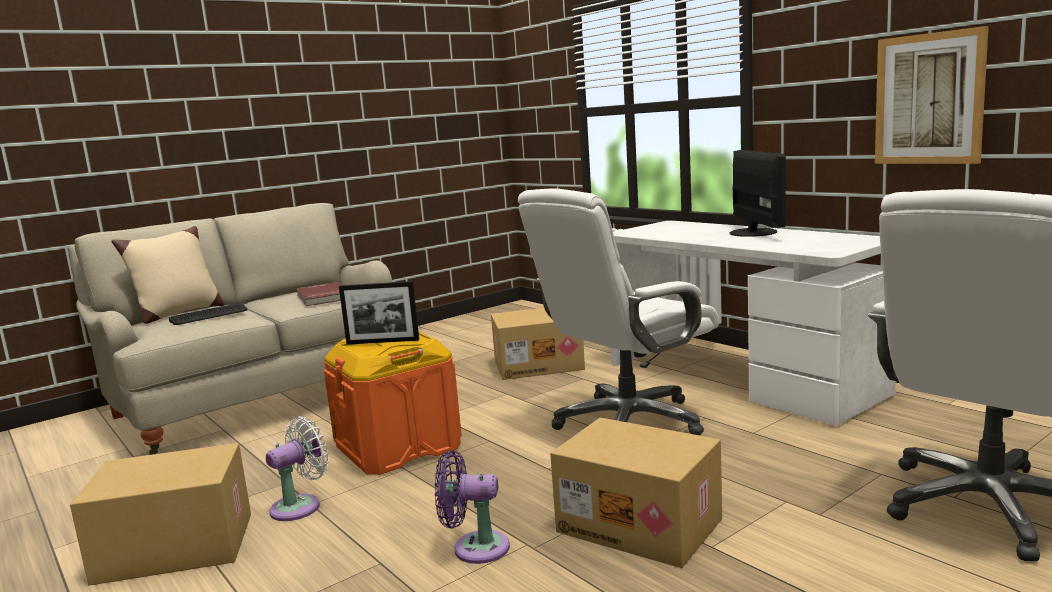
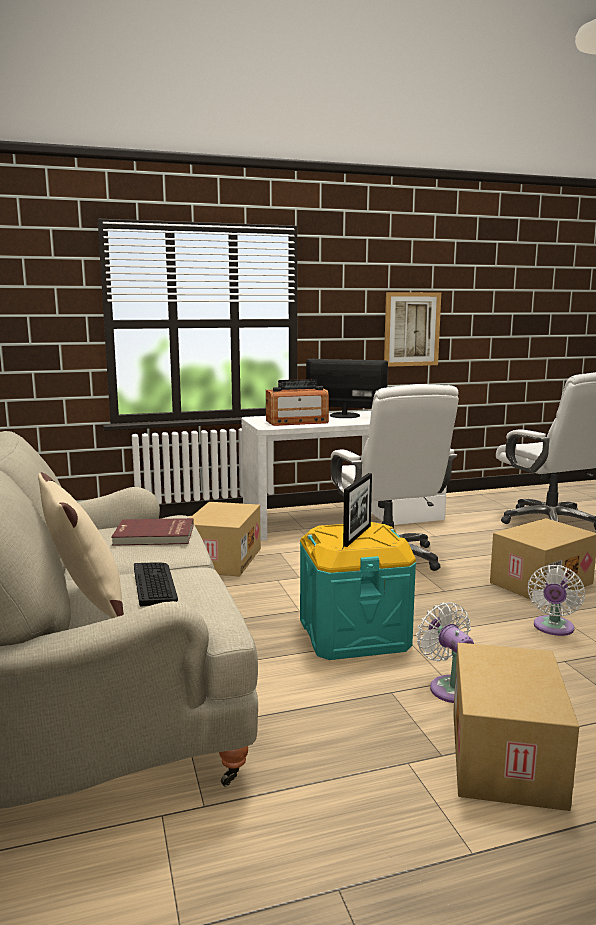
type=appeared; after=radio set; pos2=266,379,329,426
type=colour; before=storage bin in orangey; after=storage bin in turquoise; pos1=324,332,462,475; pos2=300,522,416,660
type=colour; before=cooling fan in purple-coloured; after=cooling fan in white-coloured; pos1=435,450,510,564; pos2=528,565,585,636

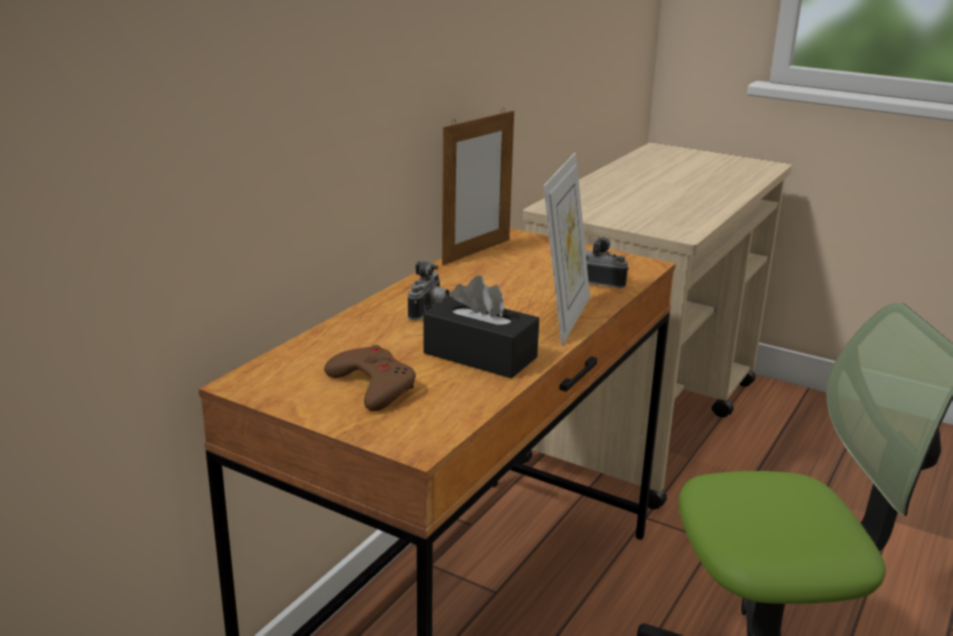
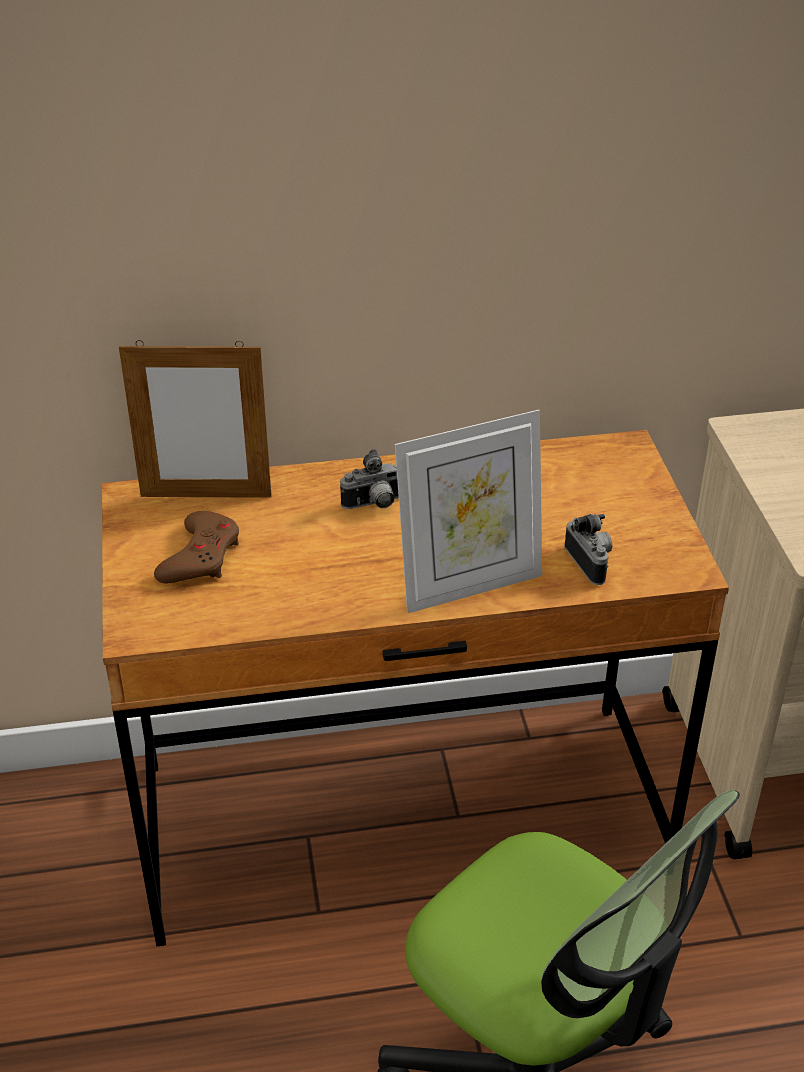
type=relocated; before=standing frame; pos1=442,108,514,265; pos2=119,340,272,498
type=missing; before=tissue holder in blackish; pos1=424,275,539,378

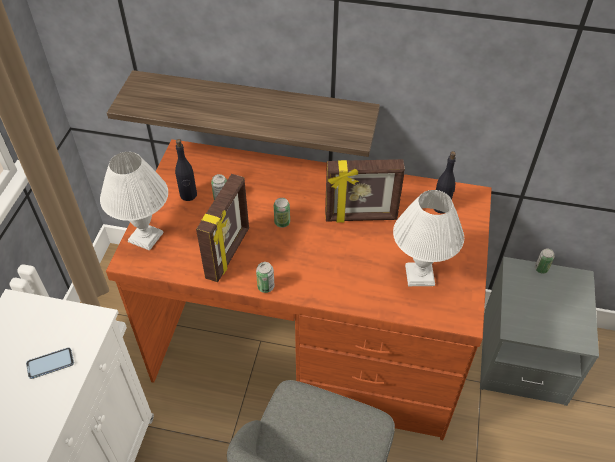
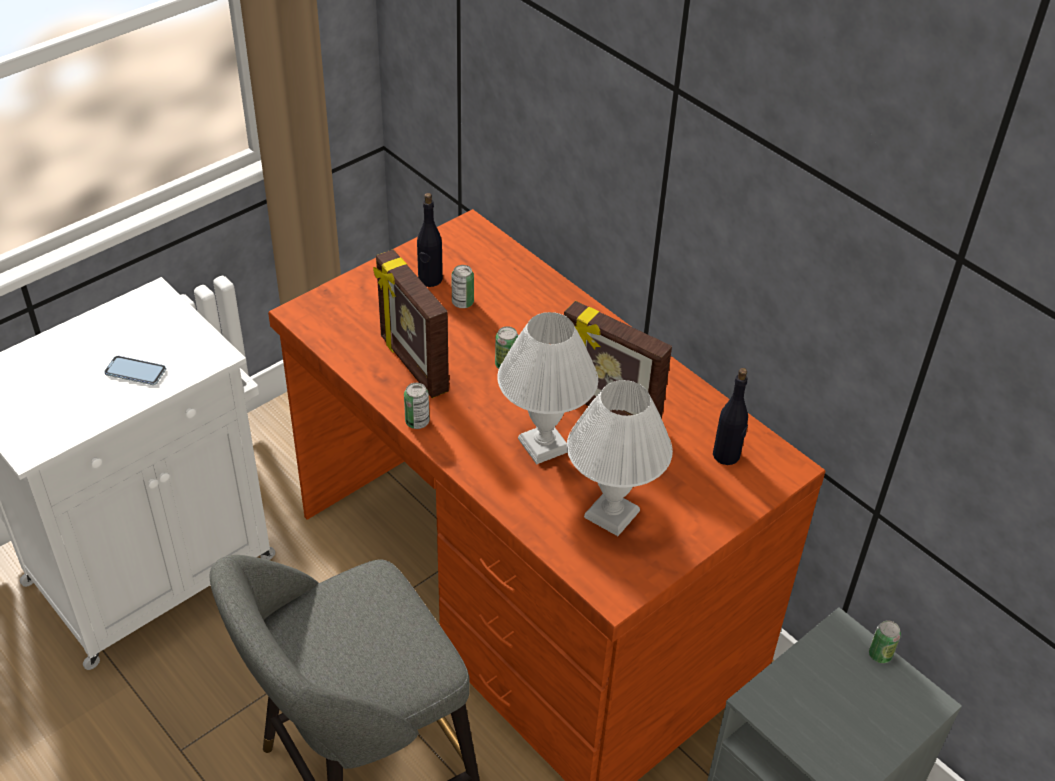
type=spun; before=standing frame; pos1=196,174,249,282; pos2=373,249,449,398; turn=90
type=relocated; before=lamp for a table in white-coloured; pos1=100,152,168,251; pos2=497,312,598,465
type=missing; before=wall shelf; pos1=107,70,380,157

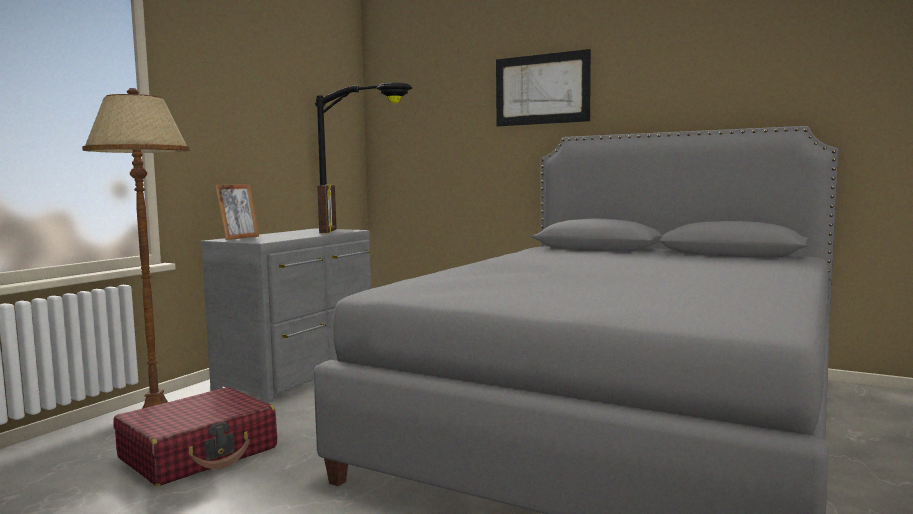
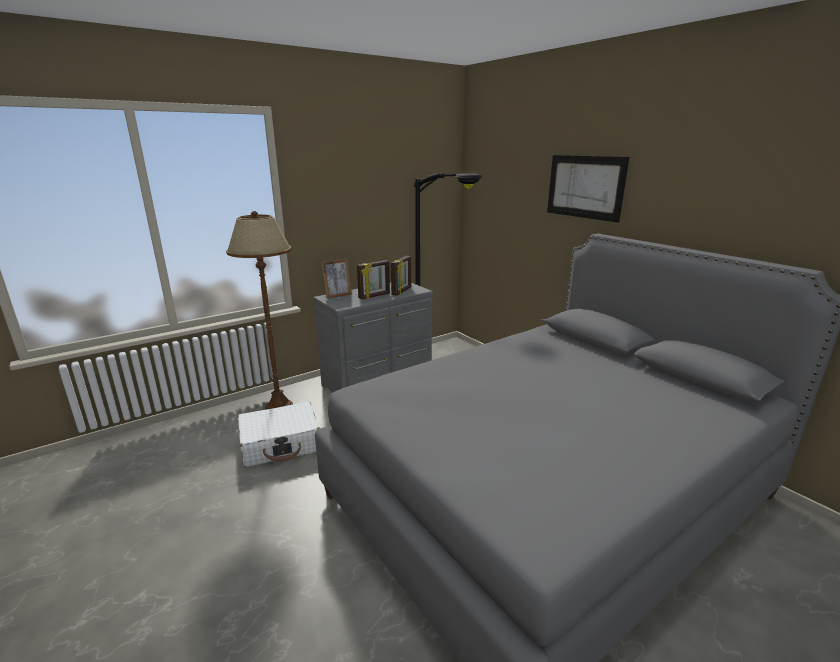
type=colour; before=suitcase in red; after=suitcase in white-coloured; pos1=113,387,277,486; pos2=238,402,320,467
type=appeared; after=standing frame; pos2=357,260,390,299

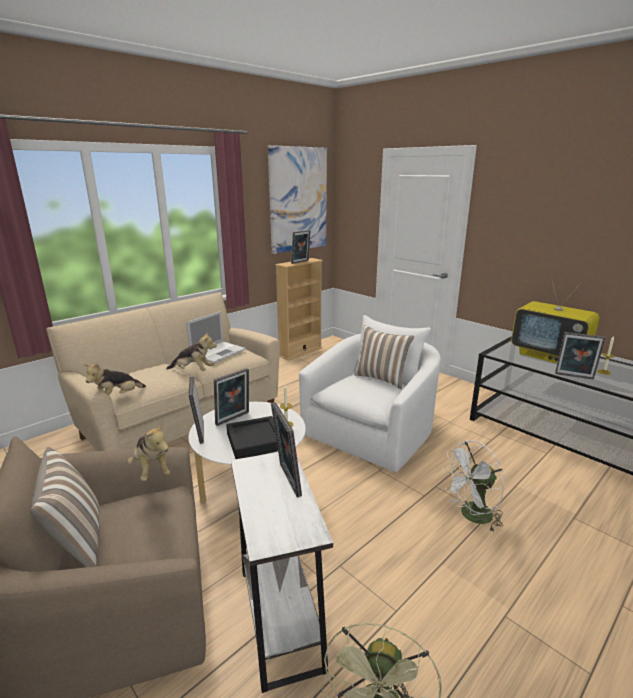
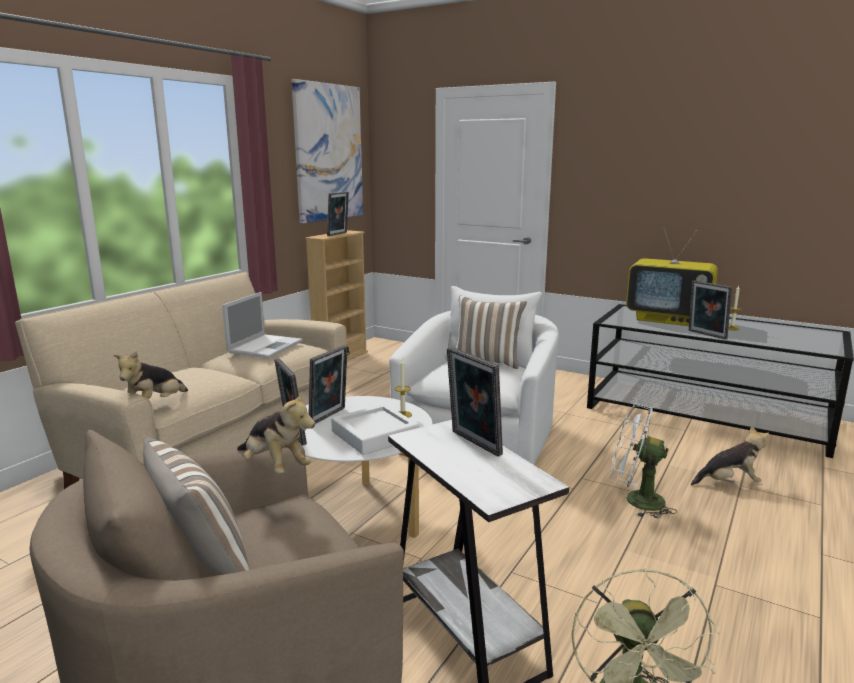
type=colour; before=serving tray in blackish; after=serving tray in white-coloured; pos1=226,416,278,459; pos2=331,404,419,455
type=spun; before=cooling fan in white-coloured; pos1=442,440,504,531; pos2=611,403,677,518; turn=60
type=spun; before=standing frame; pos1=555,332,605,380; pos2=689,280,732,339; turn=45
type=relocated; before=plush toy; pos1=167,331,217,371; pos2=691,426,769,486

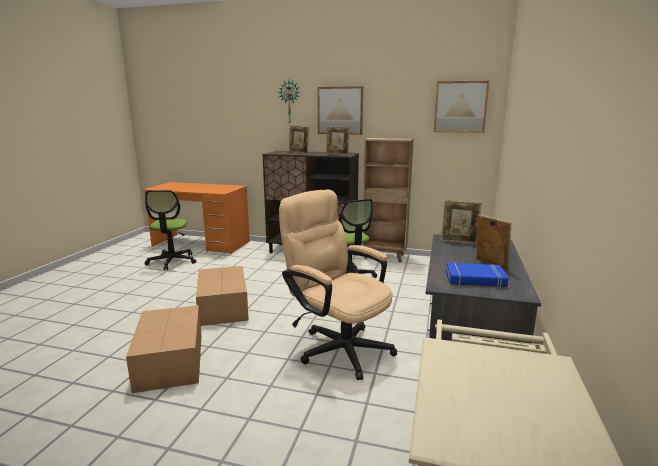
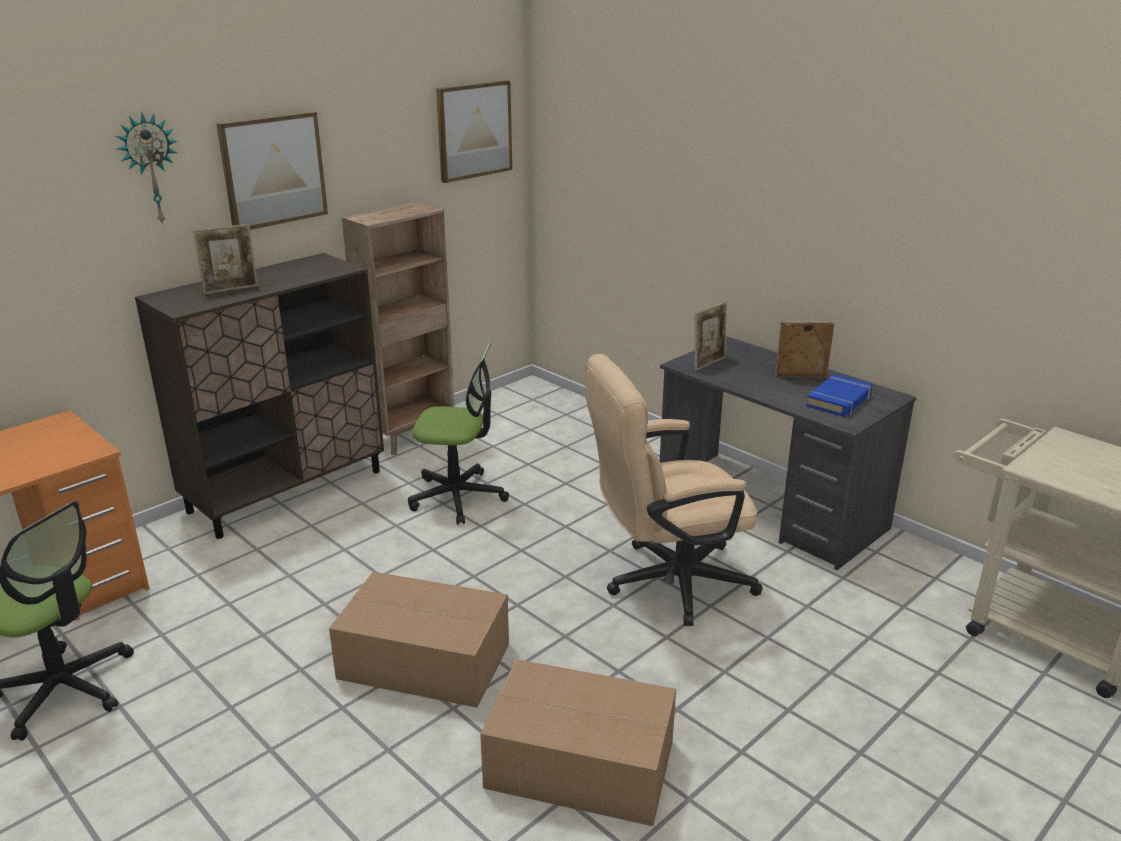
type=missing; before=standing frame; pos1=326,126,350,155

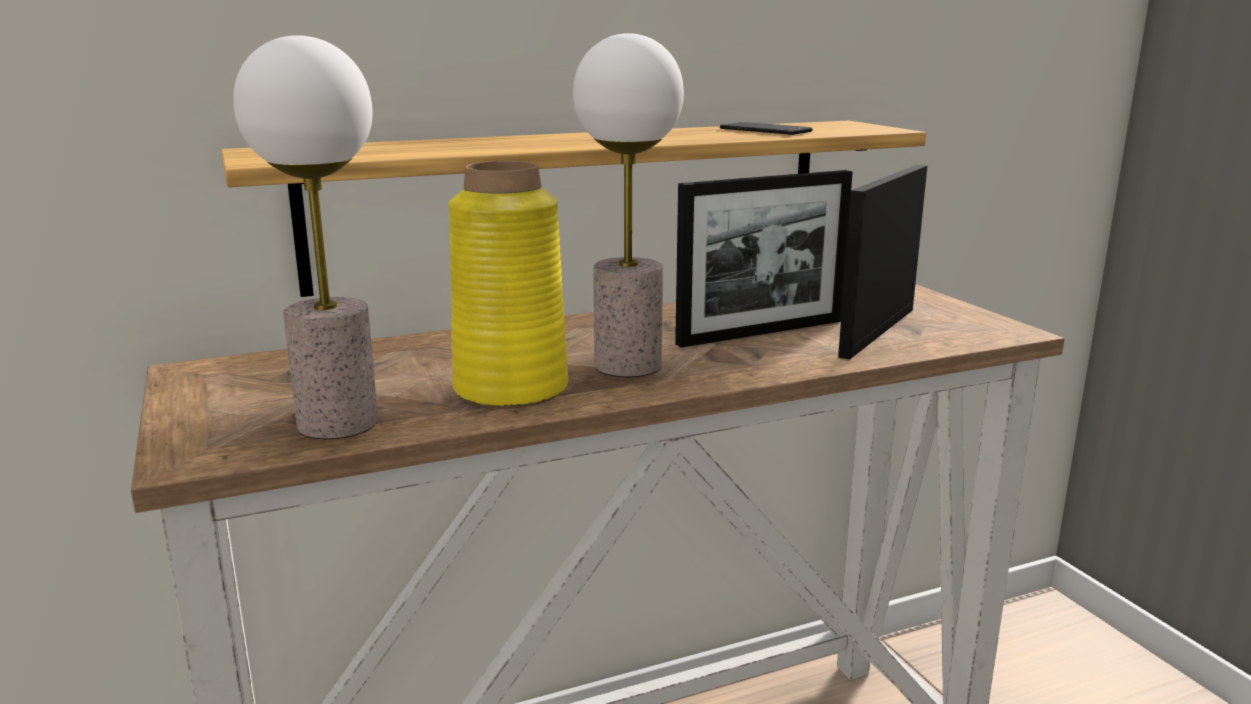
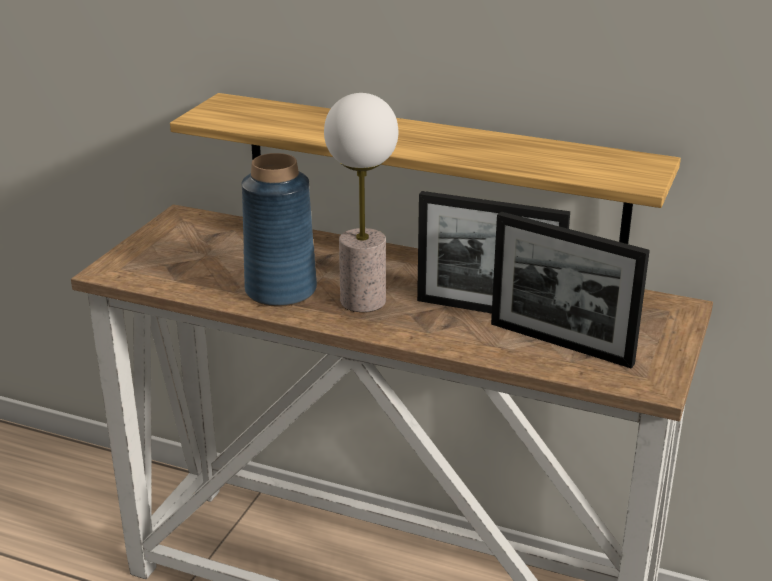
type=colour; before=vase in yellow-coloured; after=vase in blue; pos1=448,161,568,409; pos2=241,153,317,307
type=spun; before=standing frame; pos1=838,165,927,360; pos2=491,212,650,368; turn=-135
type=missing; before=lamp for a table; pos1=233,35,378,439
type=missing; before=telephone; pos1=720,122,813,135

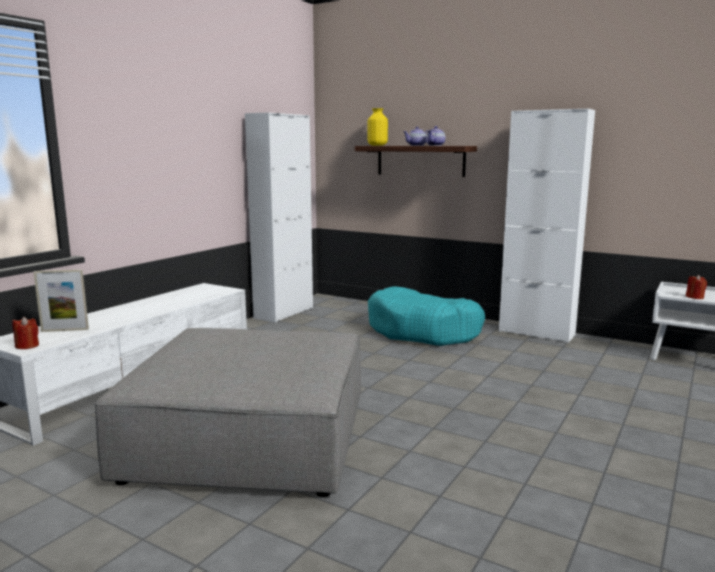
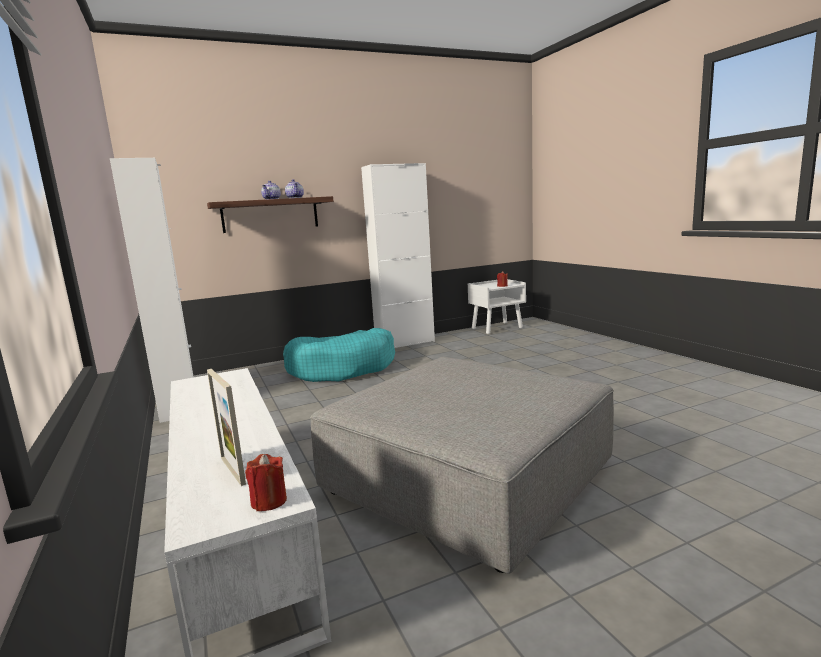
type=spun; before=standing frame; pos1=34,270,89,332; pos2=207,369,246,486; turn=120
type=missing; before=vase in yellow-coloured; pos1=367,108,388,146

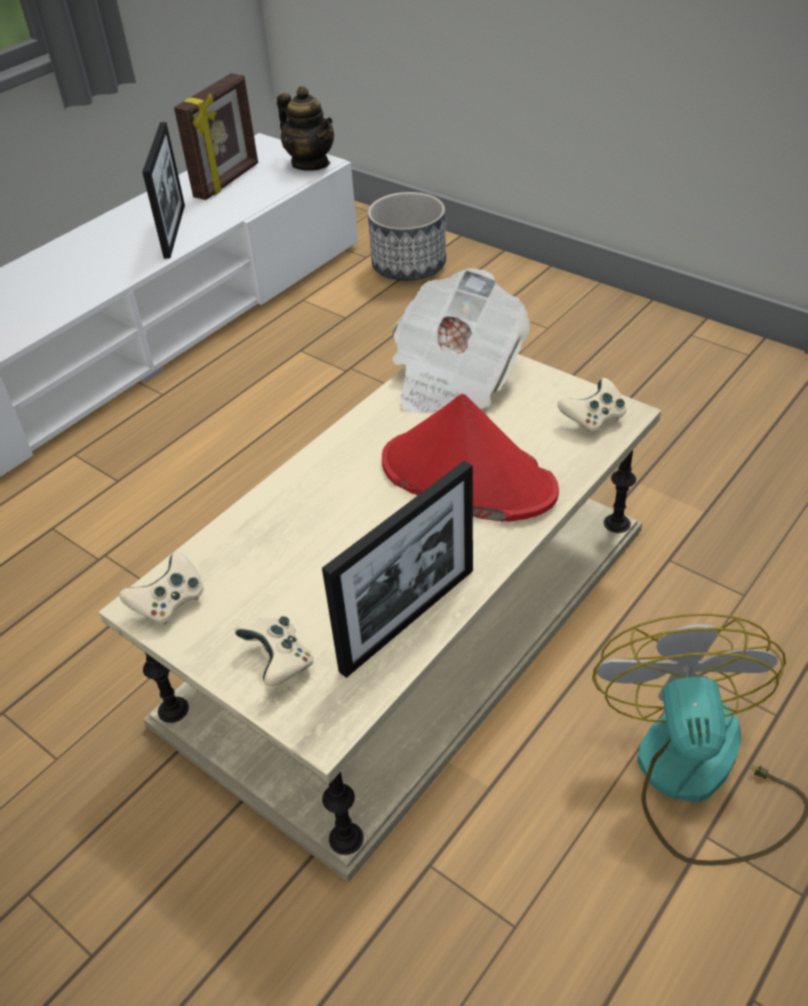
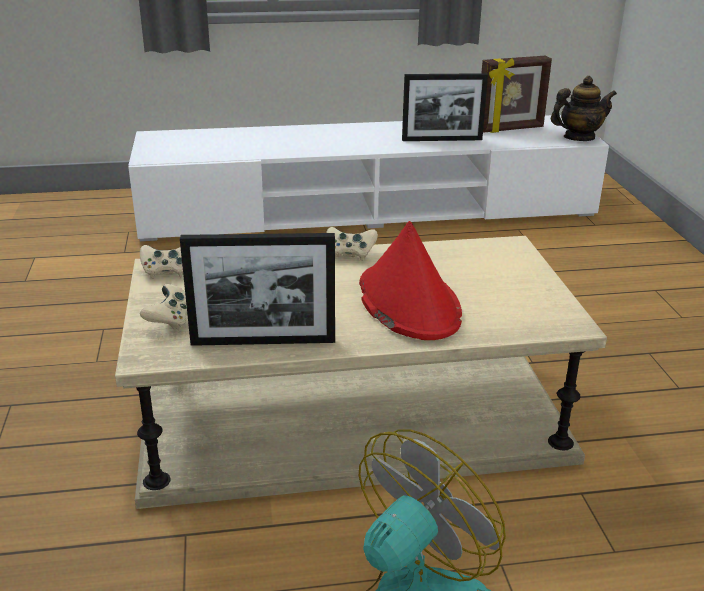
type=relocated; before=joypad in beige-coloured; pos1=557,378,626,435; pos2=326,227,378,261
type=spun; before=standing frame; pos1=142,122,185,259; pos2=402,73,488,141; turn=45
type=spun; before=pot for tea; pos1=277,86,334,171; pos2=551,76,617,141; turn=-105
type=missing; before=planter; pos1=368,192,446,281
type=missing; before=newspaper; pos1=392,268,530,414

